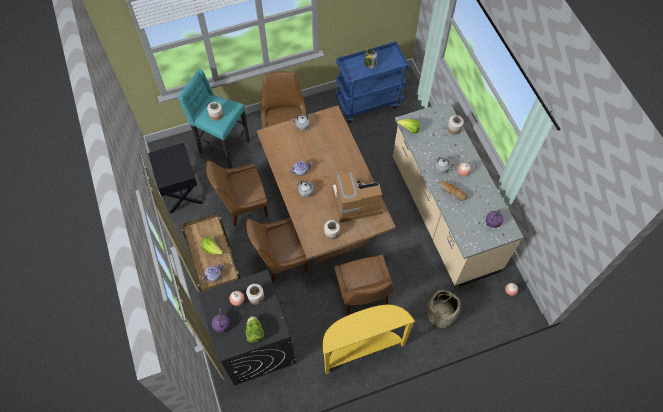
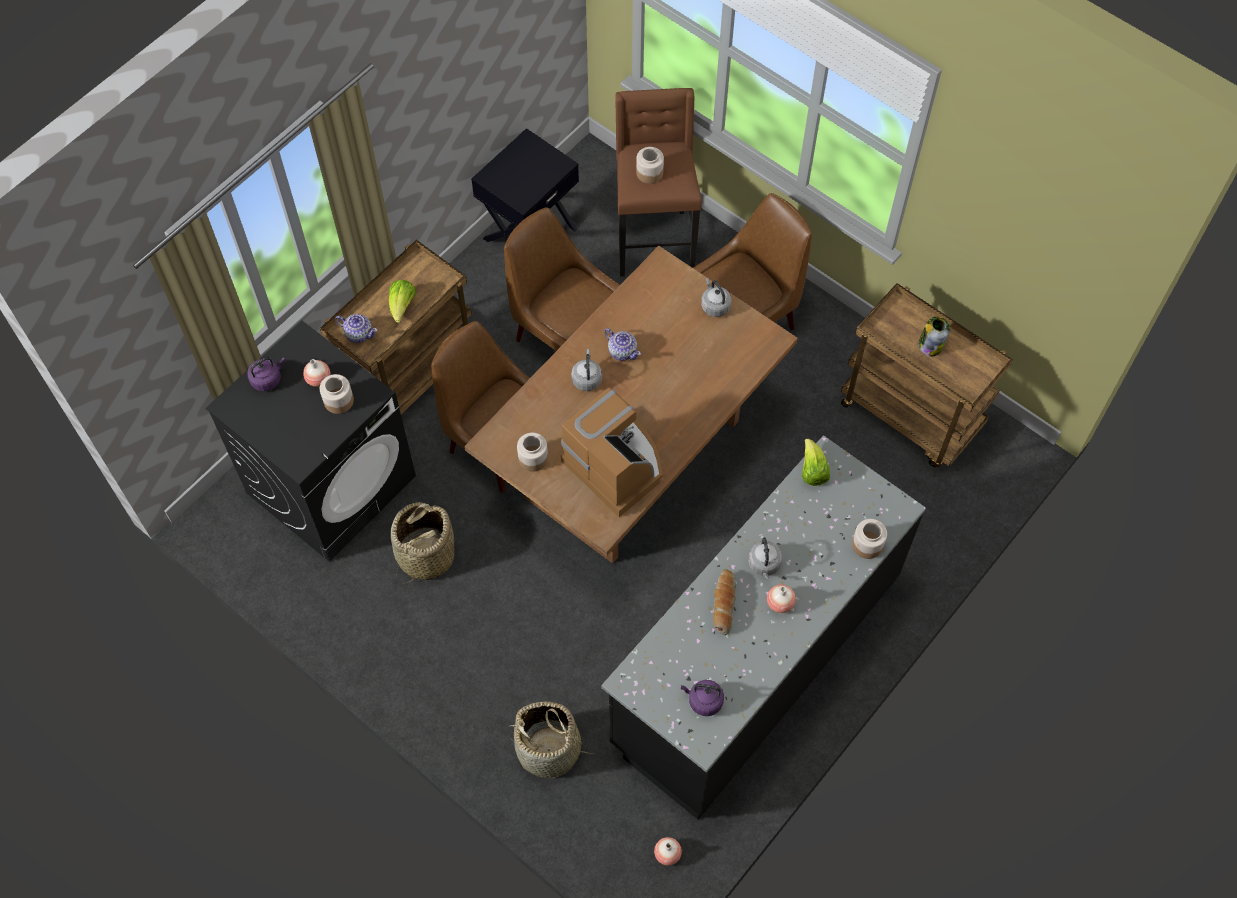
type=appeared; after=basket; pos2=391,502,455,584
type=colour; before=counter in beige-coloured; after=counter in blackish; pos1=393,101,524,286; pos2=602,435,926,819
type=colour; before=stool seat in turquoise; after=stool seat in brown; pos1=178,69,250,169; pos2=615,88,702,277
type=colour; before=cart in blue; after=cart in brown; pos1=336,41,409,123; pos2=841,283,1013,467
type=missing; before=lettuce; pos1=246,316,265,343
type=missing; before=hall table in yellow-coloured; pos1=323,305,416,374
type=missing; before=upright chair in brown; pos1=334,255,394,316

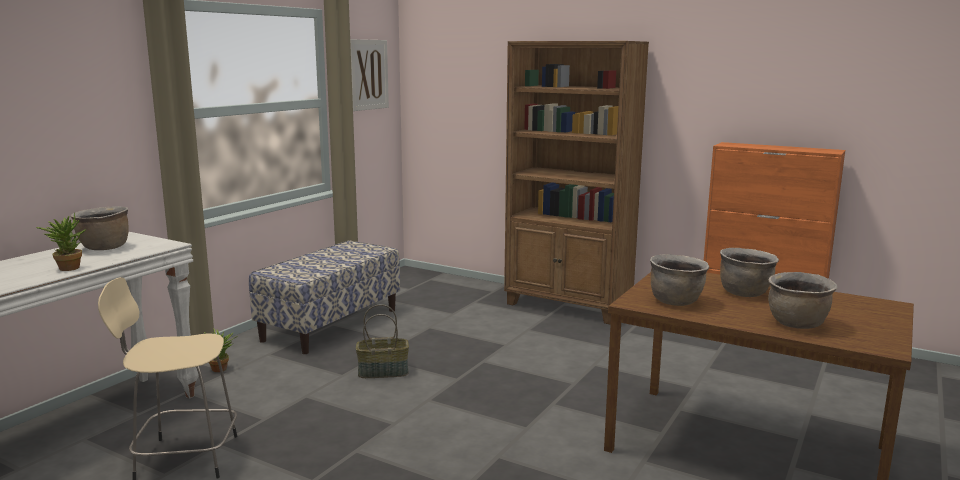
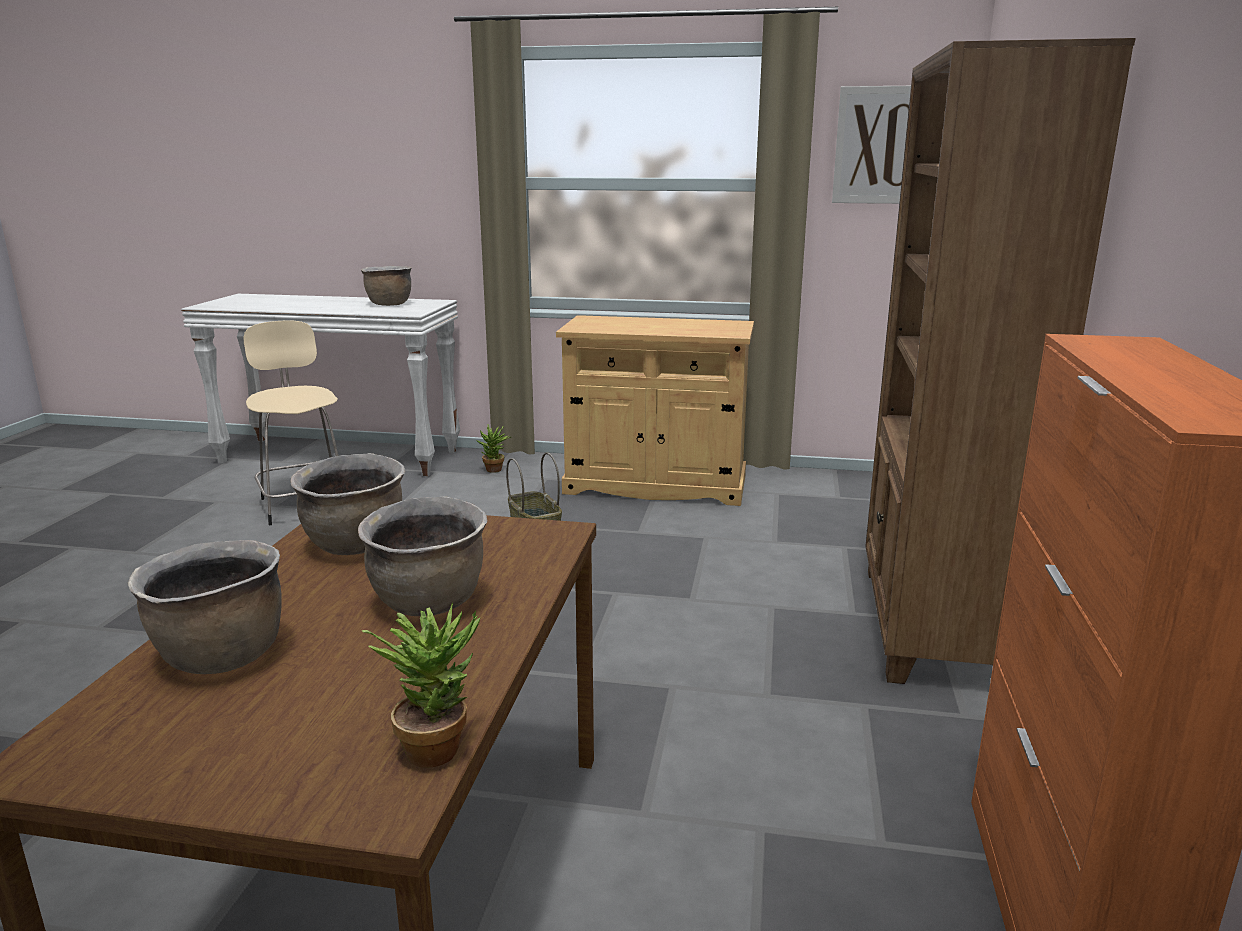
type=relocated; before=plant in a pot; pos1=36,212,86,271; pos2=362,603,480,768
type=exchanged; before=long seat; after=cupboard in beige-coloured; pos1=249,240,400,354; pos2=556,315,754,506

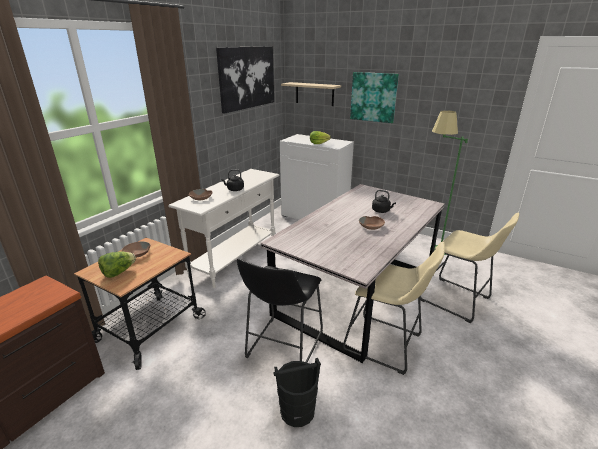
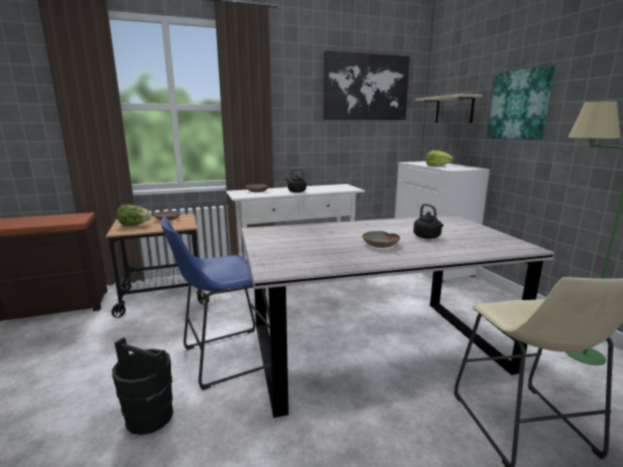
type=colour; before=stool seat in blackish; after=stool seat in blue; pos1=237,258,323,363; pos2=161,216,271,390
type=missing; before=stool seat in beige-coloured; pos1=343,242,445,375

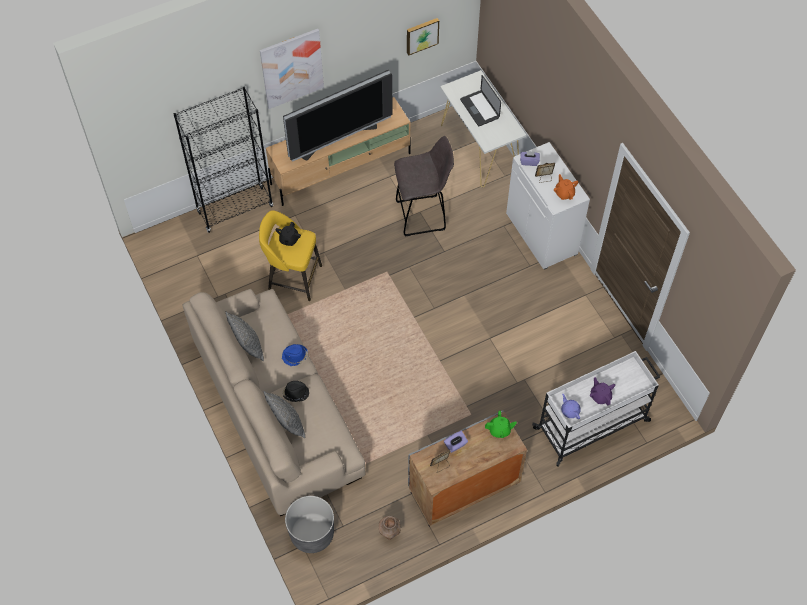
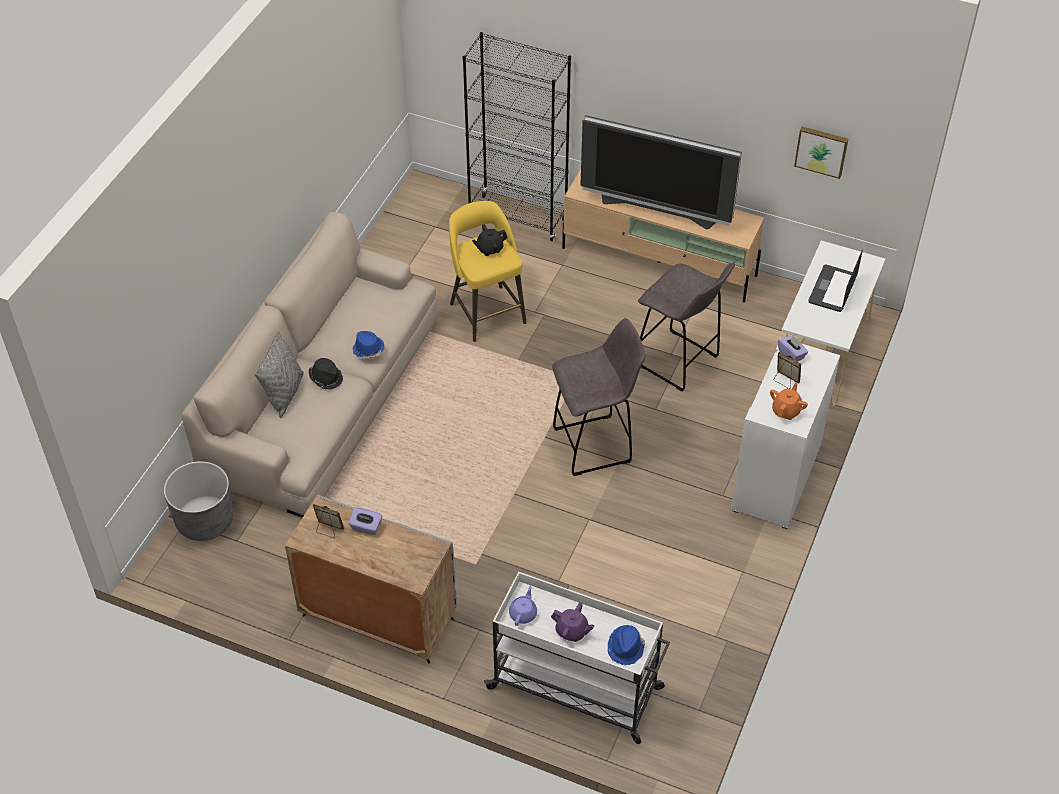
type=spun; before=pot for tea in purple-coloured; pos1=590,377,615,405; pos2=551,603,595,642; turn=90
type=appeared; after=stool seat in grey; pos2=552,318,645,476
type=appeared; after=clothing hat in blue; pos2=607,625,645,665
type=missing; before=pillow in grey; pos1=226,312,264,361
type=missing; before=wall art; pos1=260,29,324,109
type=missing; before=vase in brown; pos1=379,516,401,540
type=missing; before=pot for tea in green; pos1=485,411,517,438

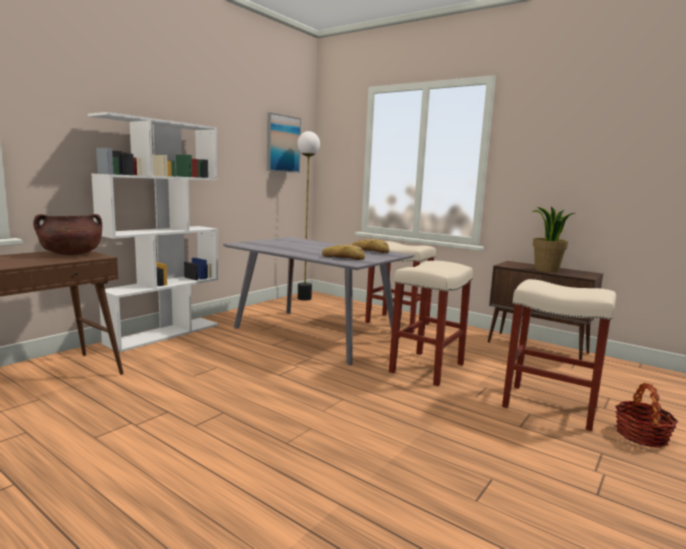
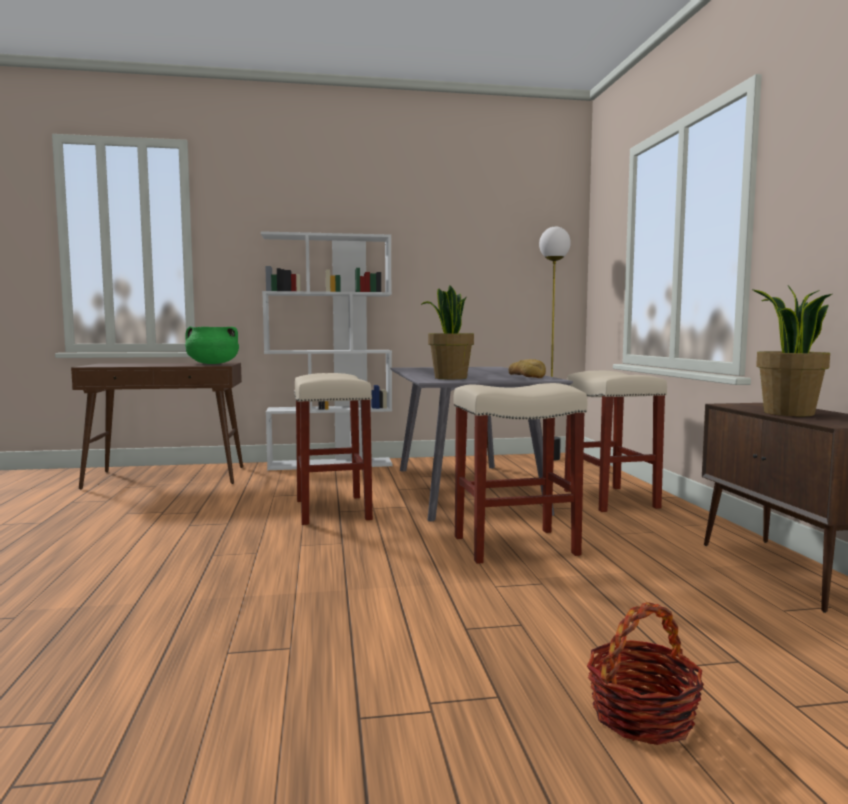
type=colour; before=cooking pot in brown; after=cooking pot in green; pos1=33,214,102,255; pos2=185,326,239,364
type=relocated; before=stool seat in beige-coloured; pos1=502,279,616,431; pos2=294,373,373,525
type=exchanged; before=bread; after=plant in a pot; pos1=322,245,365,260; pos2=421,285,474,379
type=missing; before=wall art; pos1=267,112,301,173

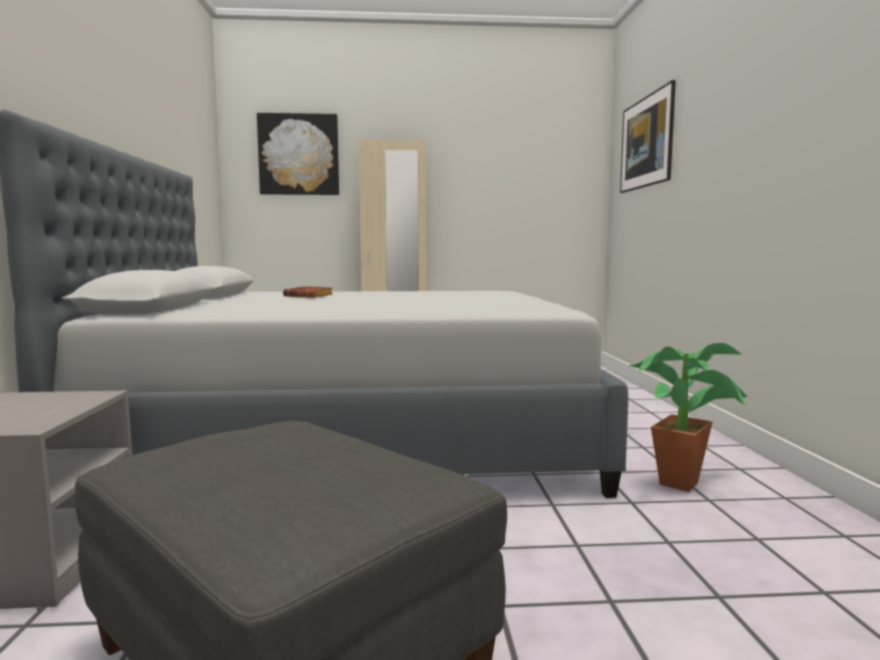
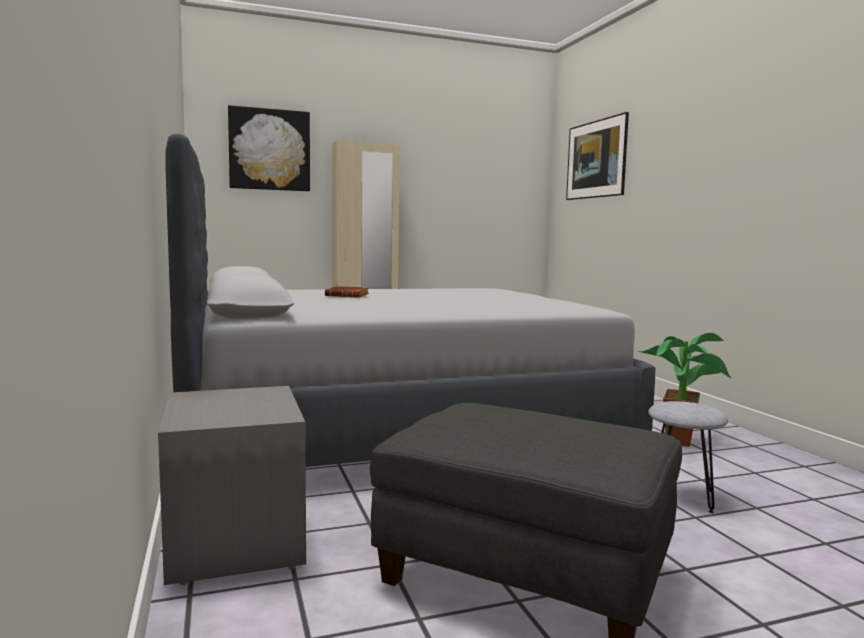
type=appeared; after=stool seat in grey; pos2=648,401,728,513

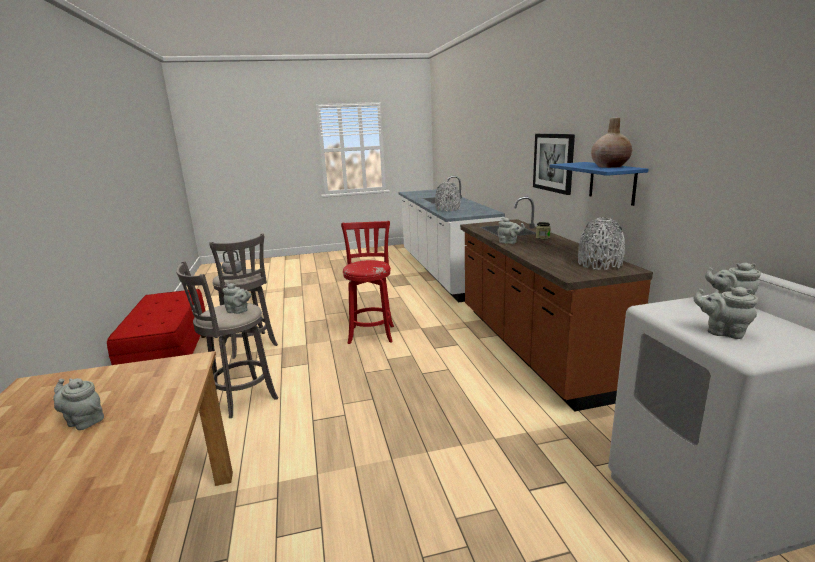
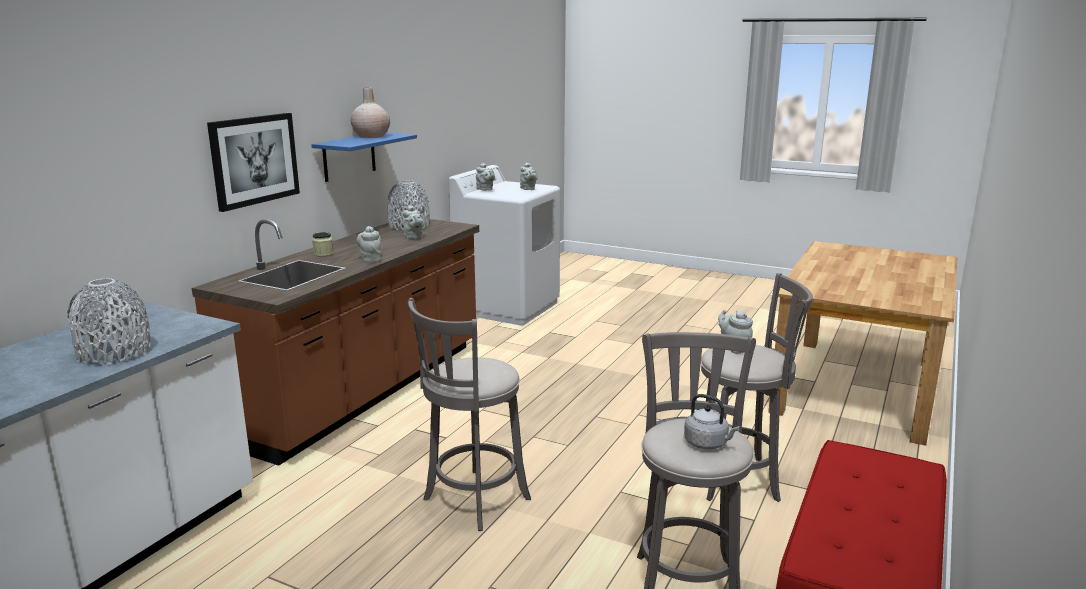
type=relocated; before=pot for tea in grey; pos1=53,378,104,430; pos2=402,205,425,239
type=colour; before=stool seat in red; after=stool seat in grey; pos1=341,221,394,344; pos2=407,298,531,531

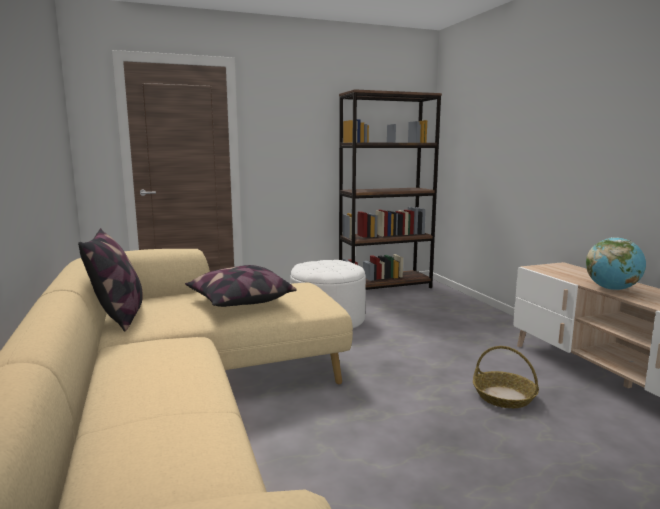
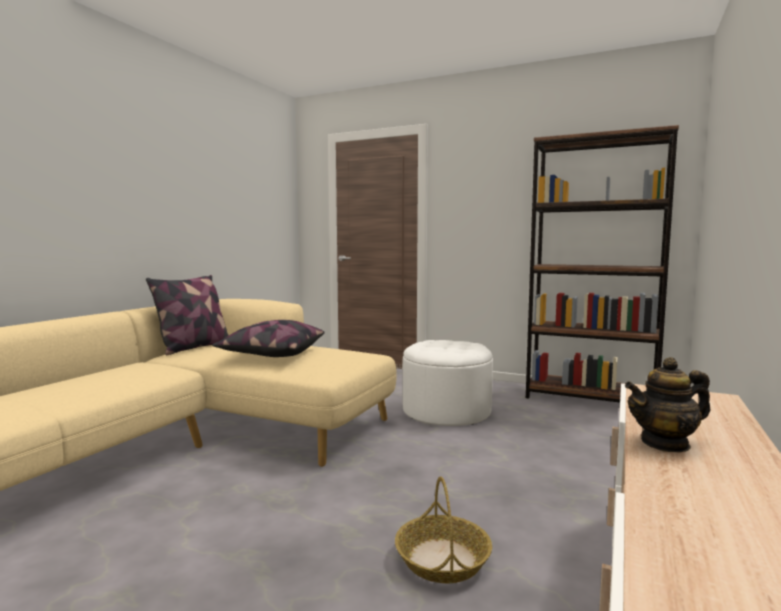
type=exchanged; before=globe; after=pot for tea; pos1=586,237,646,290; pos2=625,357,711,453

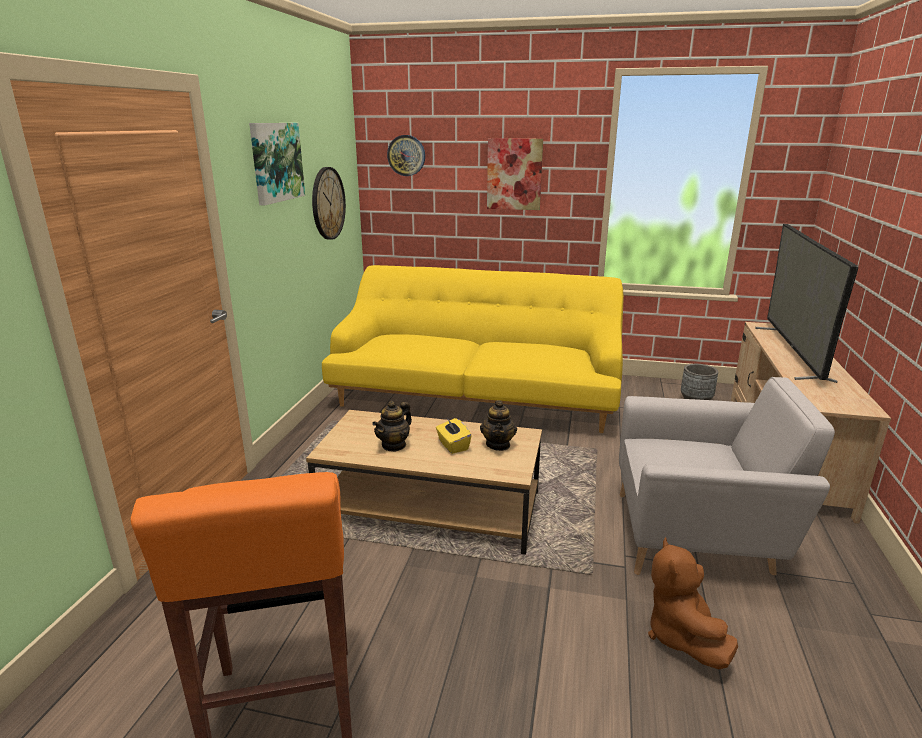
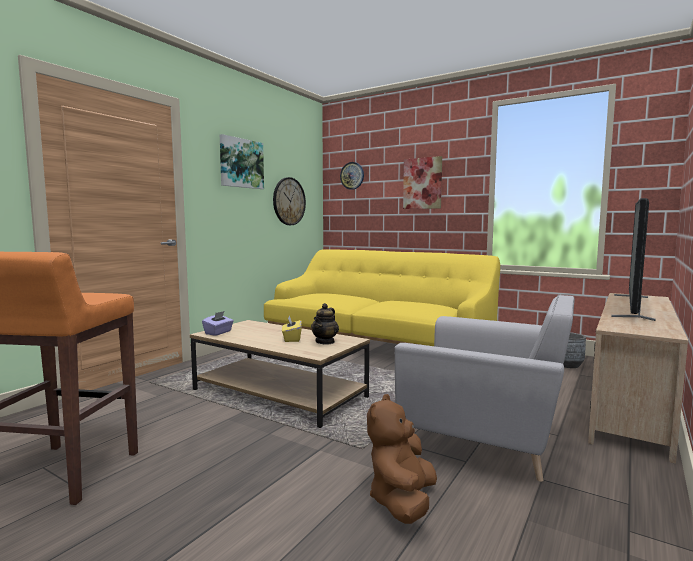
type=appeared; after=tissue holder in purple-coloured; pos2=202,311,234,336
type=missing; before=pot for tea; pos1=372,401,412,452

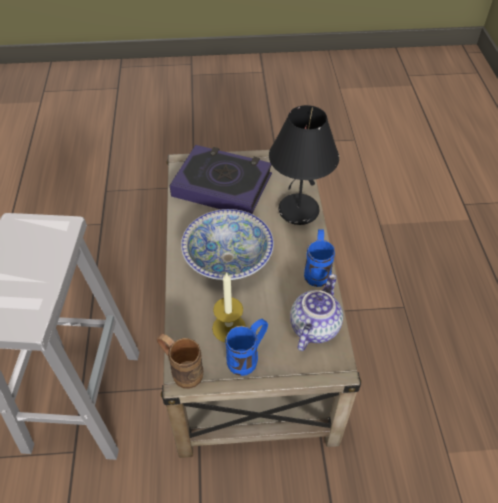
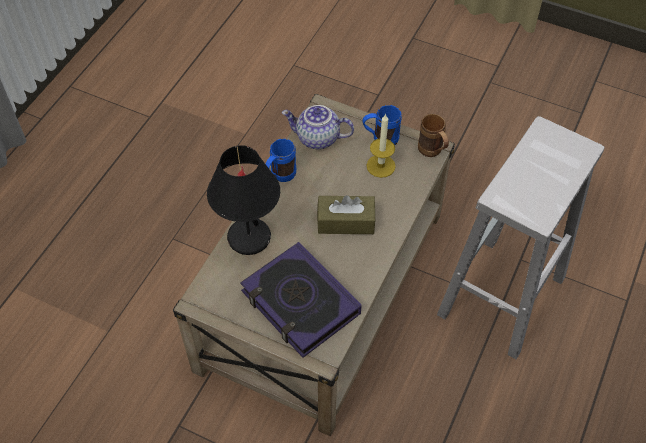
type=spun; before=pot for tea; pos1=290,274,343,351; pos2=282,105,354,149; turn=45
type=exchanged; before=bowl; after=tissue holder in brown; pos1=181,209,274,280; pos2=317,195,375,234

